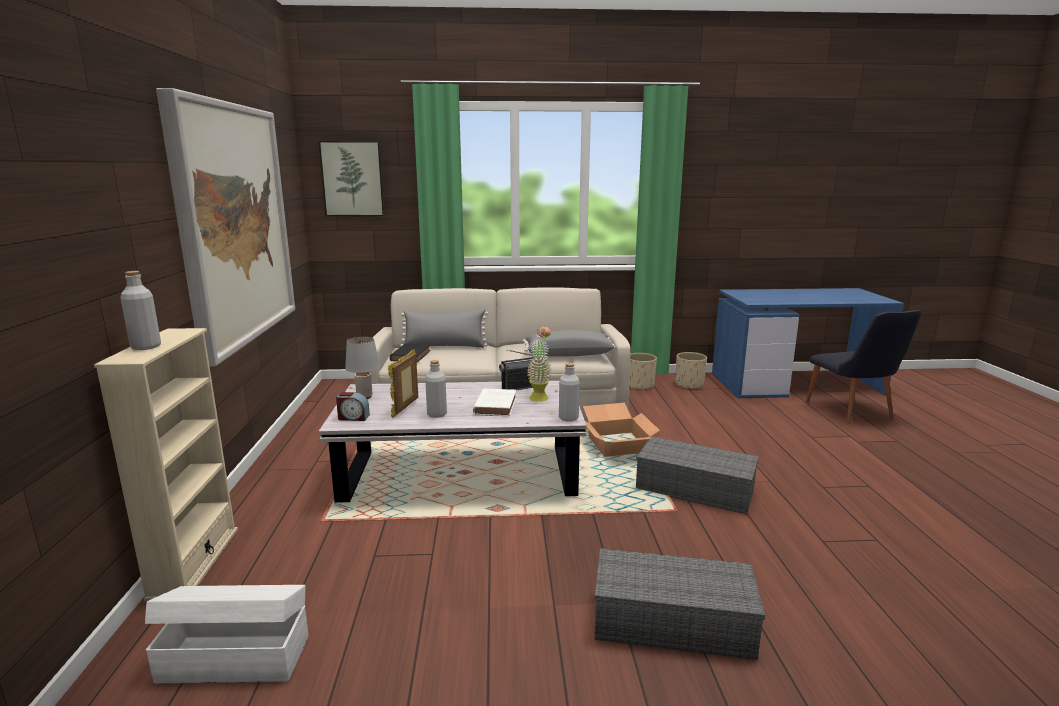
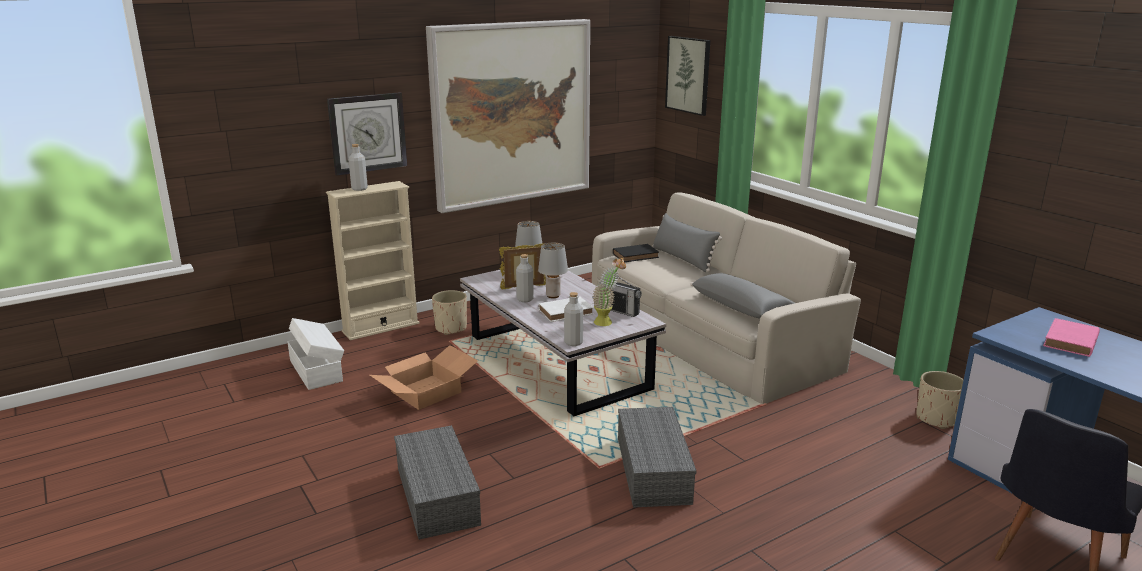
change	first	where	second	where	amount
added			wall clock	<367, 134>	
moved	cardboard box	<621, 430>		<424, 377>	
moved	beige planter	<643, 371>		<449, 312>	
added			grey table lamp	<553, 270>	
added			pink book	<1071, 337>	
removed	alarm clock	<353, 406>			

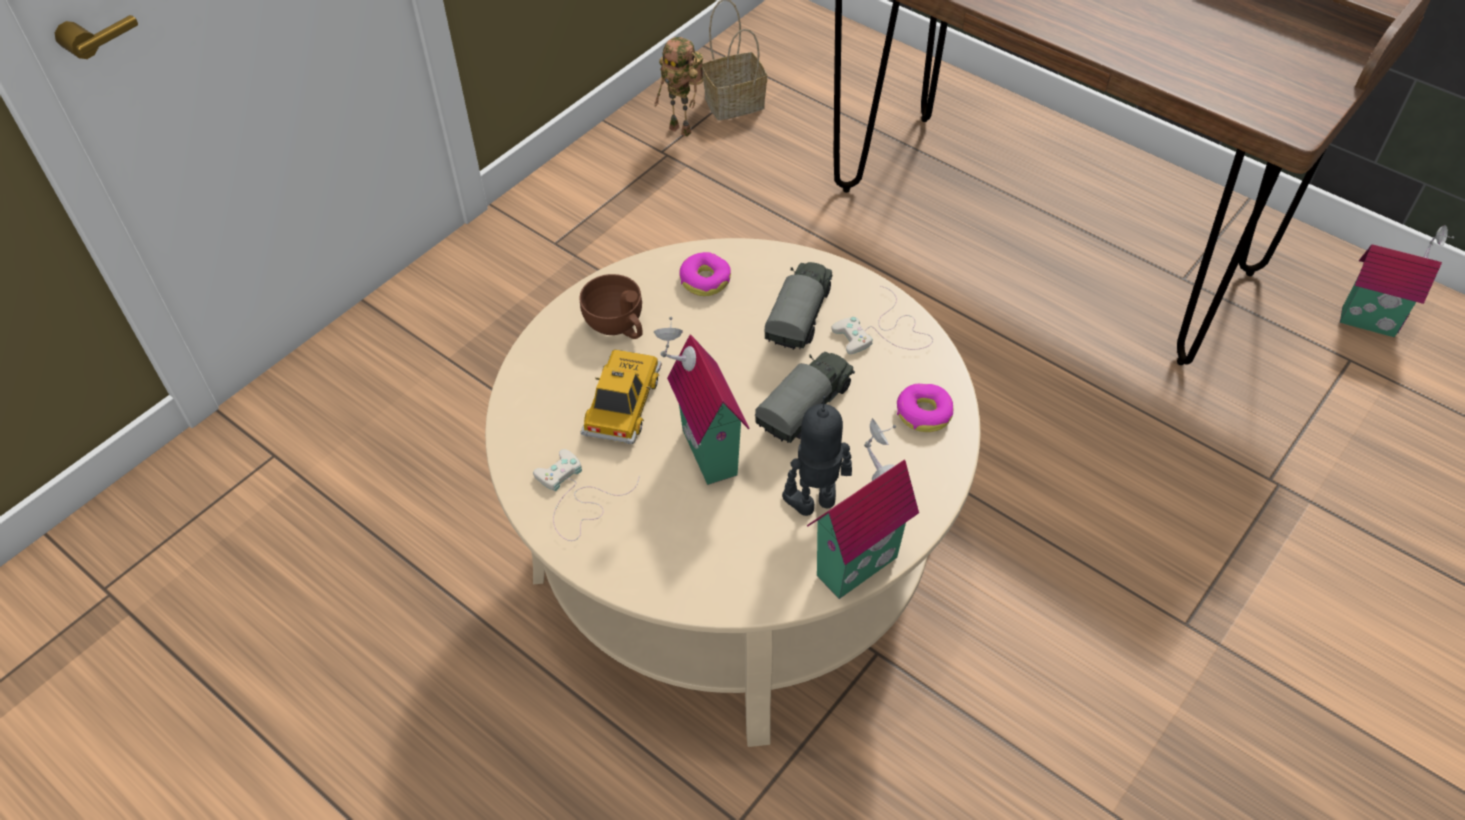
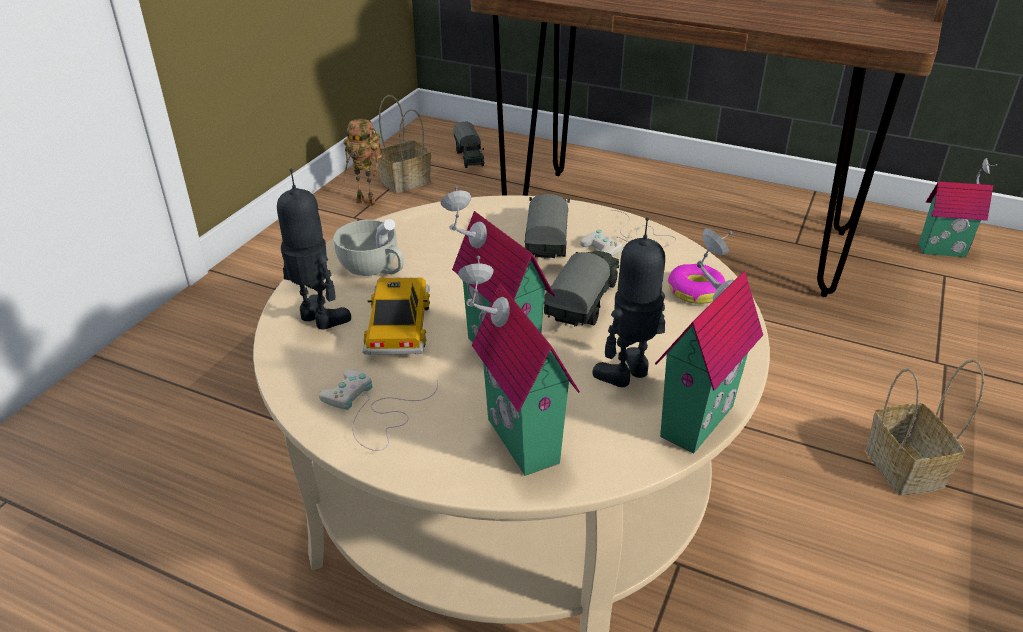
change	first	where	second	where	amount
added			toy robot	<314, 249>	
recoloured	brown cup	<611, 306>	white cup	<369, 247>	
added			toy truck	<468, 145>	
added			toy house	<519, 366>	
added			basket	<925, 427>	
removed	donut	<705, 274>			

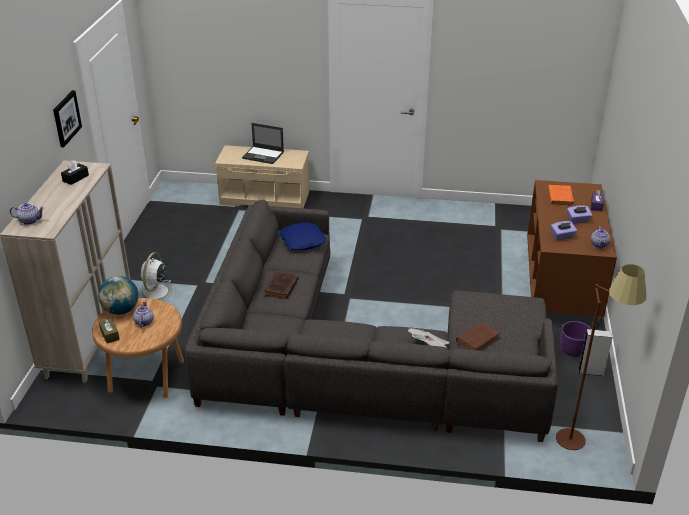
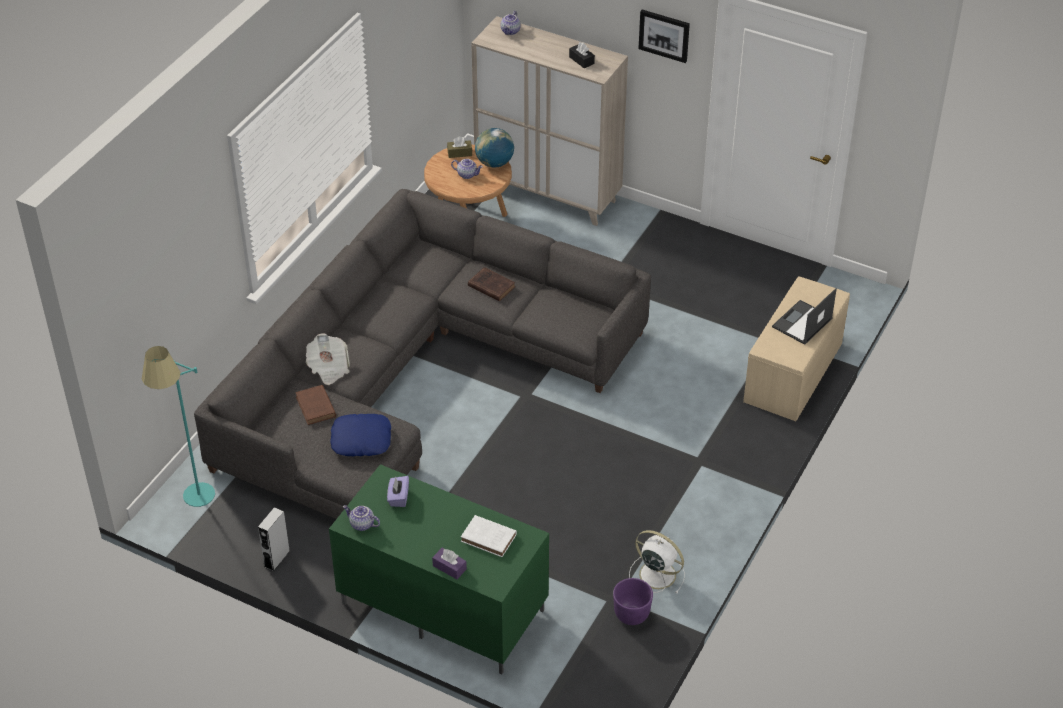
change	first	where	second	where	amount
recoloured	brown floor lamp	<601, 357>	turquoise floor lamp	<178, 426>	
recoloured	brown tv stand	<572, 254>	green tv stand	<439, 569>	
moved	blue pillow	<302, 236>		<360, 435>	
recoloured	orange book	<561, 195>	white book	<489, 536>	
moved	purple planter	<576, 339>		<633, 601>	
moved	white fan	<156, 277>		<657, 562>	
removed	purple tissue box	<580, 214>			

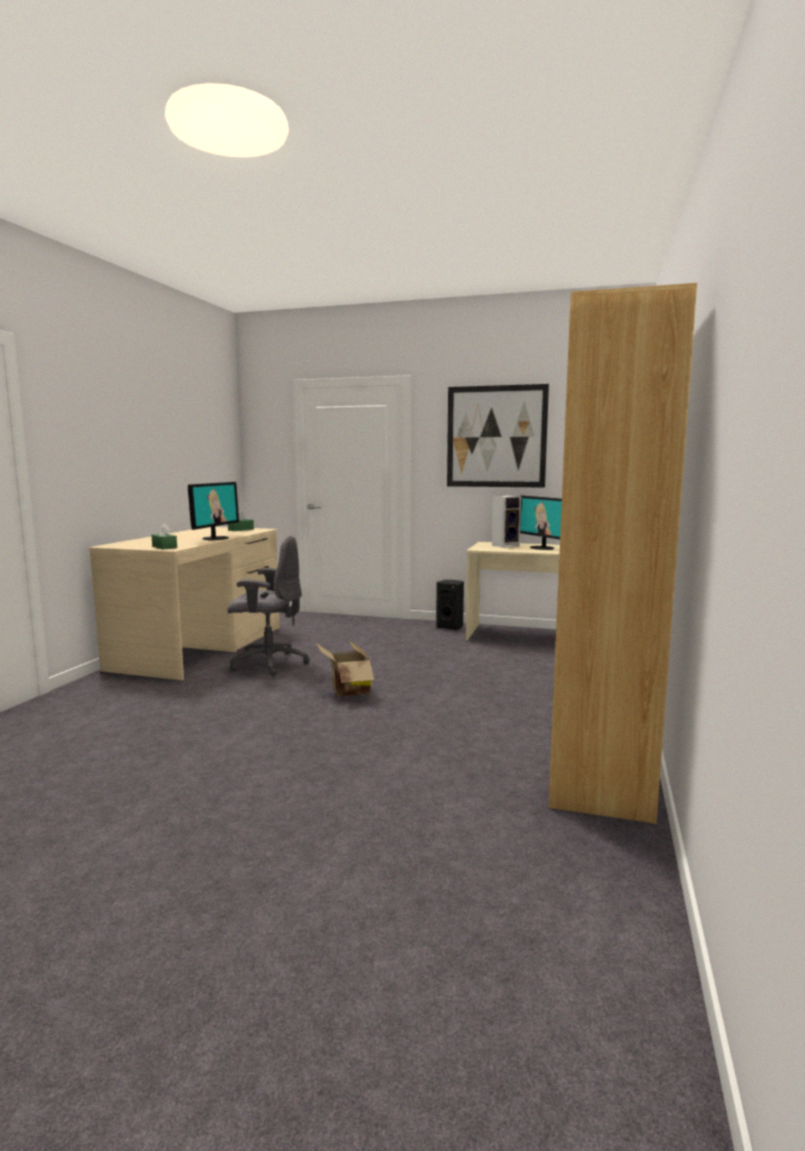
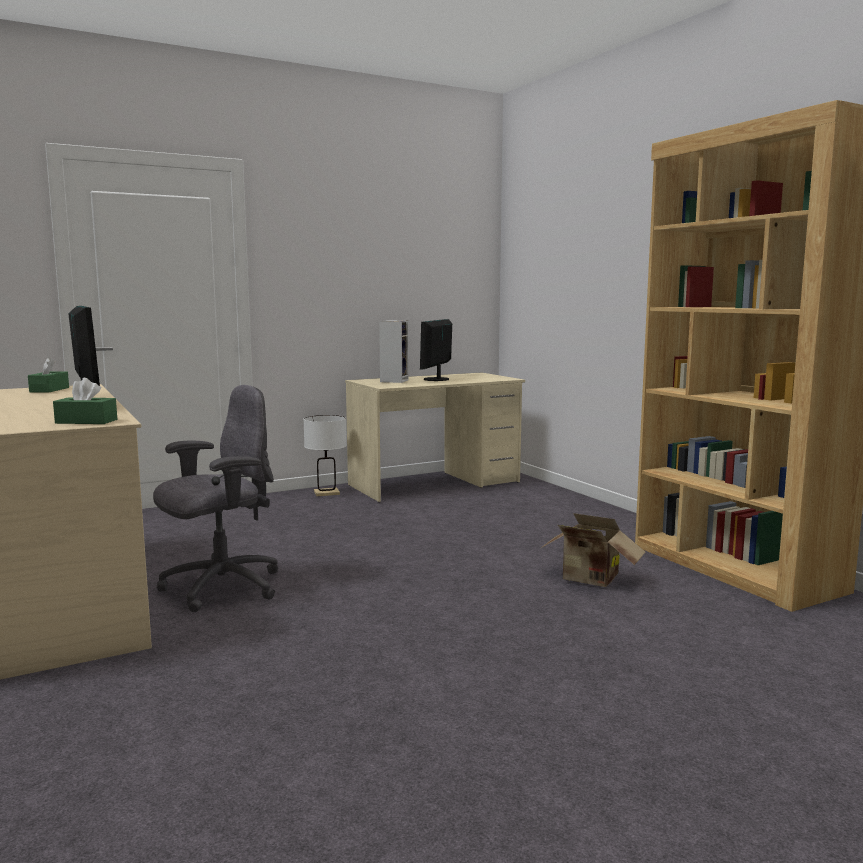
change	first	where	second	where	amount
replaced	black speaker	<450, 605>	white table lamp	<325, 455>	
turned	monitor	<541, 522>		<436, 350>	90 degrees clockwise
moved	cardboard box	<345, 668>		<593, 550>	
removed	picture	<498, 436>			

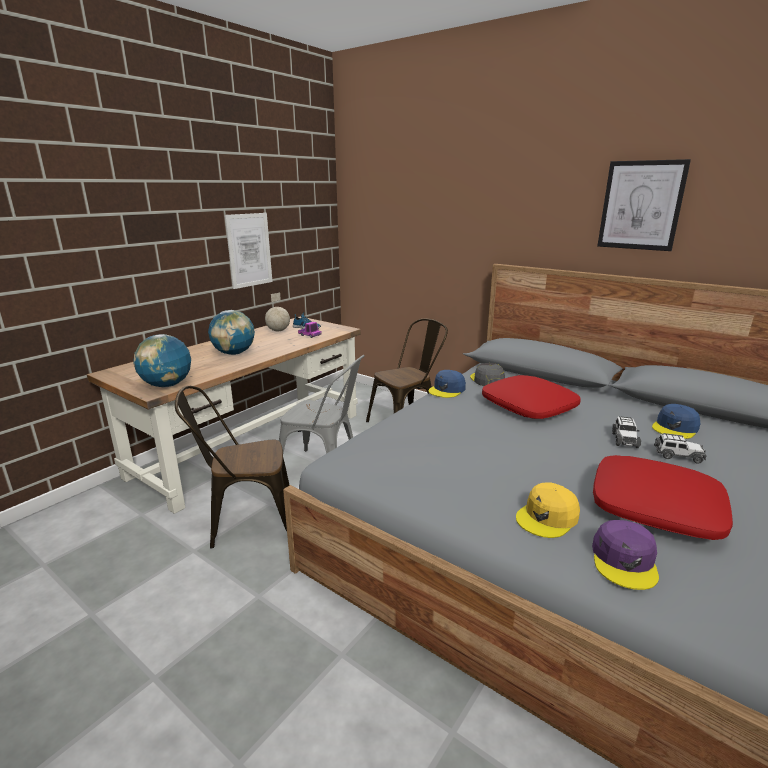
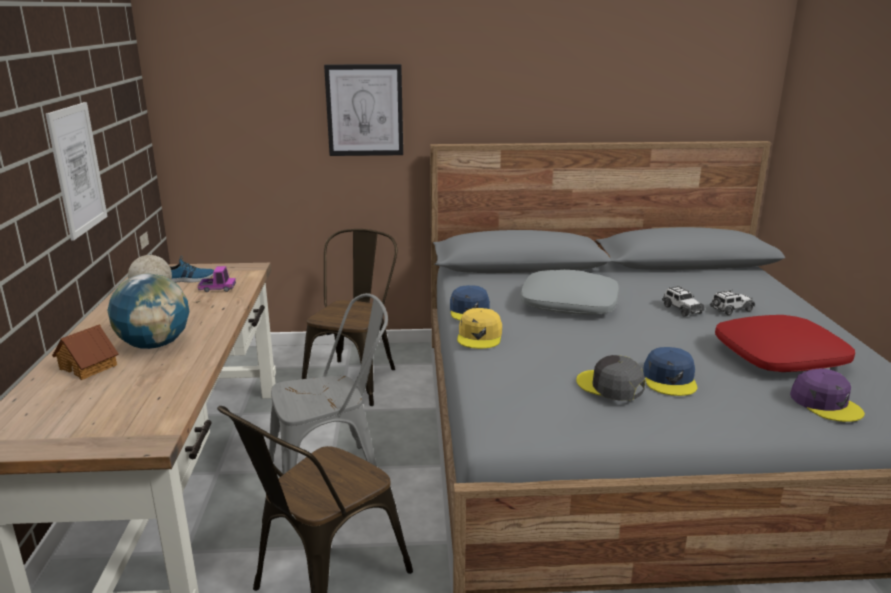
change	first	where	second	where	amount
added			toy house	<85, 352>	
moved	picture	<644, 205>		<363, 110>	
moved	yellow cap	<548, 510>		<479, 328>	
recoloured	red pillow	<531, 397>	grey pillow	<569, 292>	
moved	grey cap	<487, 374>		<610, 378>	
moved	blue cap	<676, 421>		<670, 371>	
removed	globe	<162, 360>			

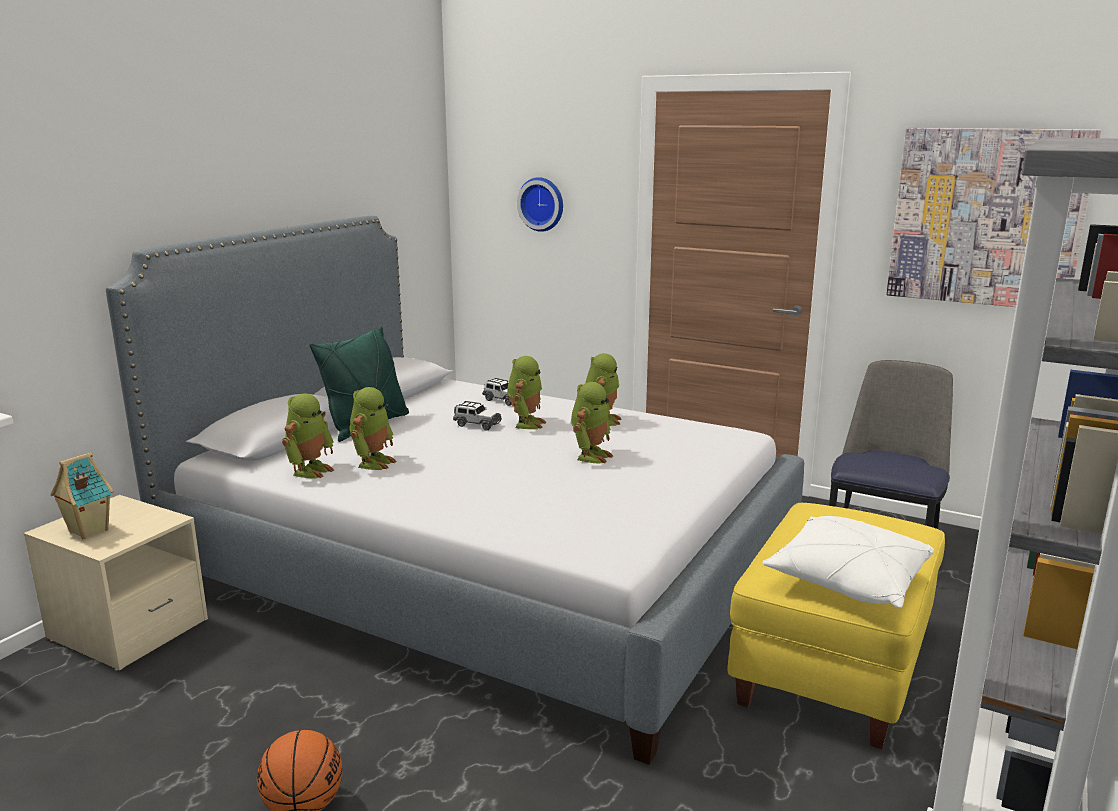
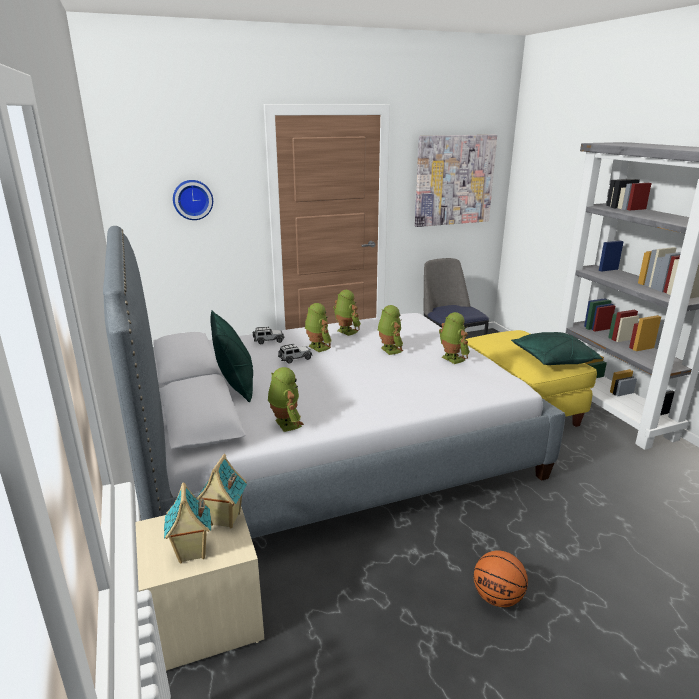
change	first	where	second	where	amount
added			toy house	<222, 491>	
moved	toy robot	<373, 428>		<454, 338>	
recoloured	white pillow	<848, 562>	green pillow	<556, 348>	

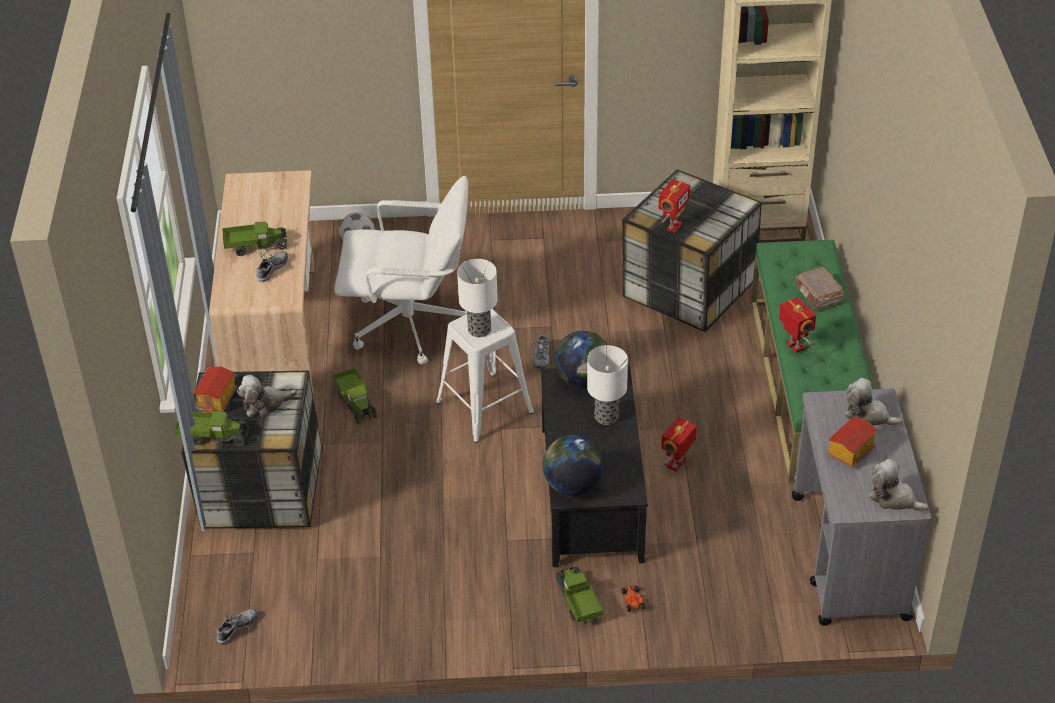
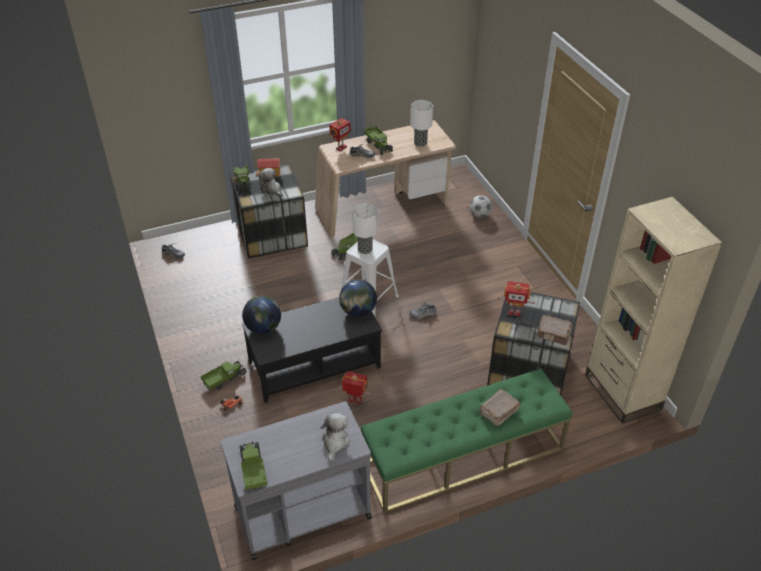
change	first	where	second	where	amount
replaced	plush toy	<899, 485>	toy truck	<254, 466>	
moved	toy robot	<797, 325>		<340, 134>	
moved	table lamp	<607, 385>		<421, 123>	
added			brown book	<554, 330>	
removed	white office chair	<401, 270>			
removed	toy house	<852, 442>			

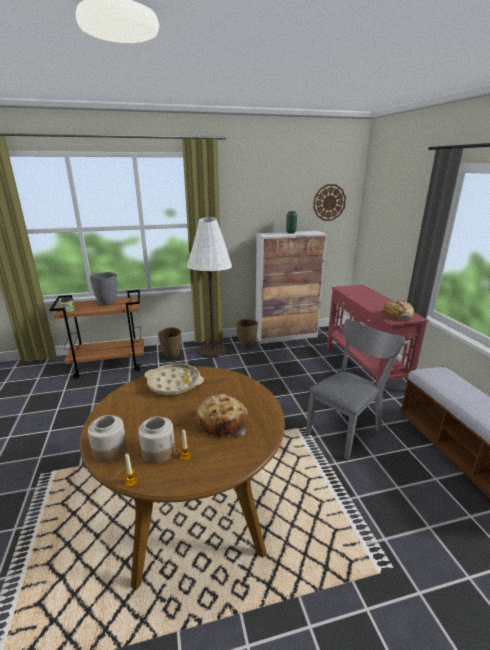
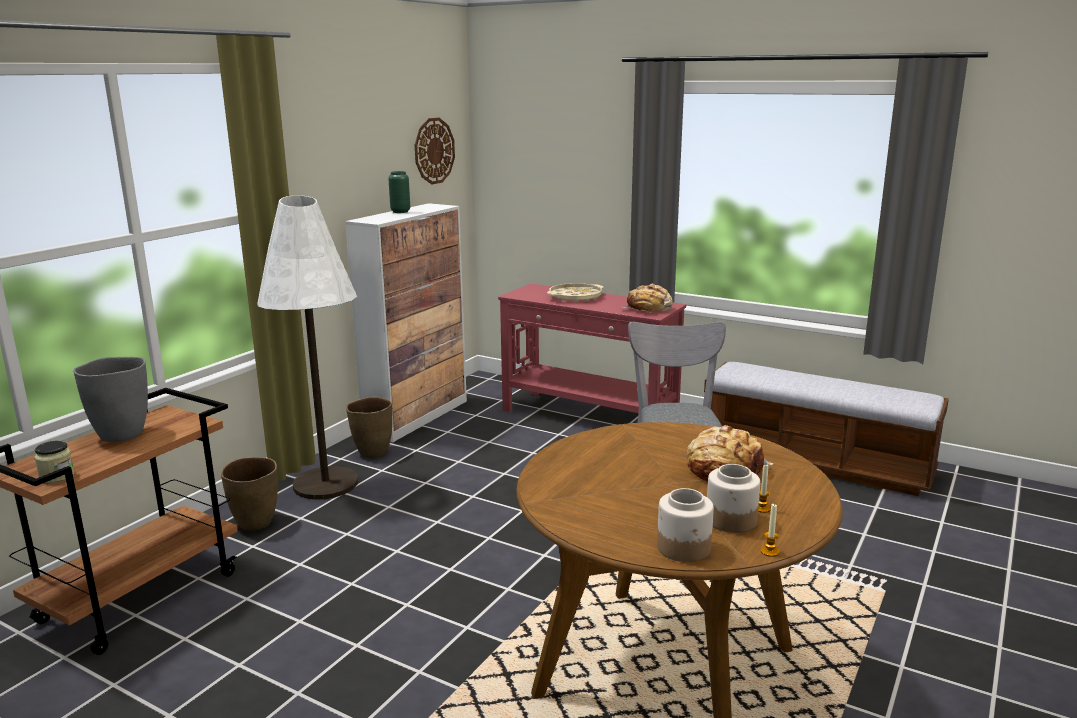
change	first	where	second	where	amount
moved	beige tray	<174, 379>		<575, 292>	

